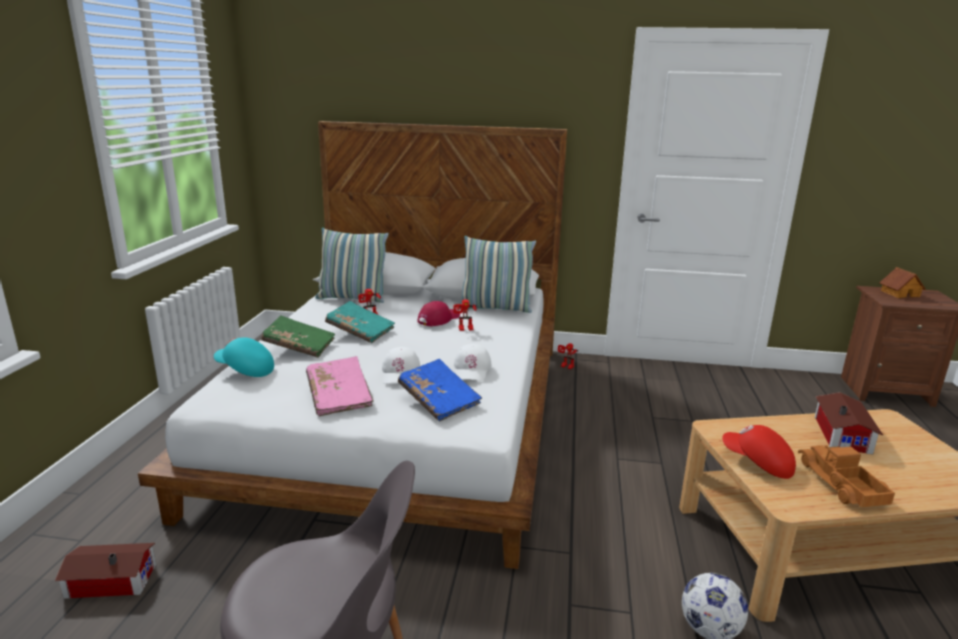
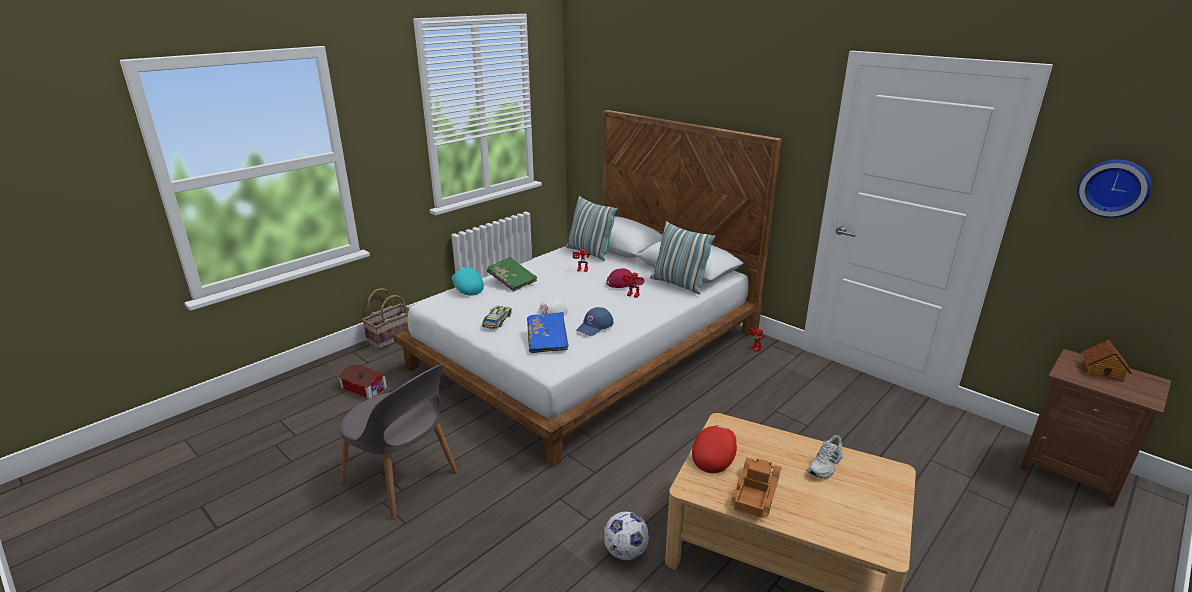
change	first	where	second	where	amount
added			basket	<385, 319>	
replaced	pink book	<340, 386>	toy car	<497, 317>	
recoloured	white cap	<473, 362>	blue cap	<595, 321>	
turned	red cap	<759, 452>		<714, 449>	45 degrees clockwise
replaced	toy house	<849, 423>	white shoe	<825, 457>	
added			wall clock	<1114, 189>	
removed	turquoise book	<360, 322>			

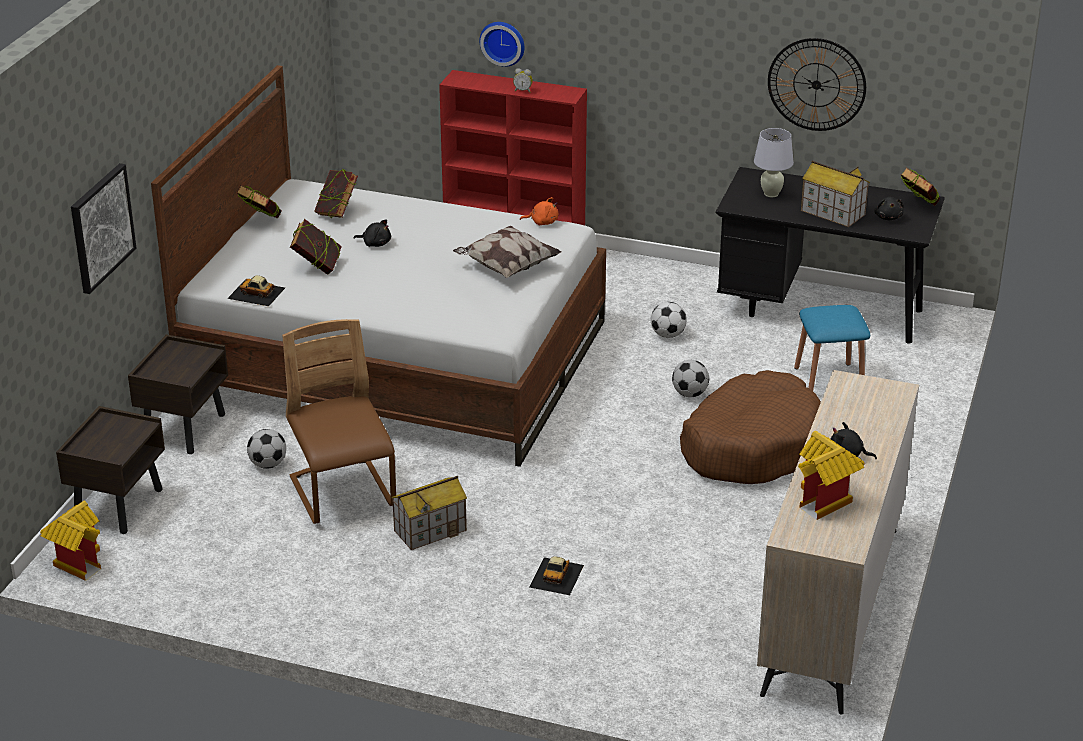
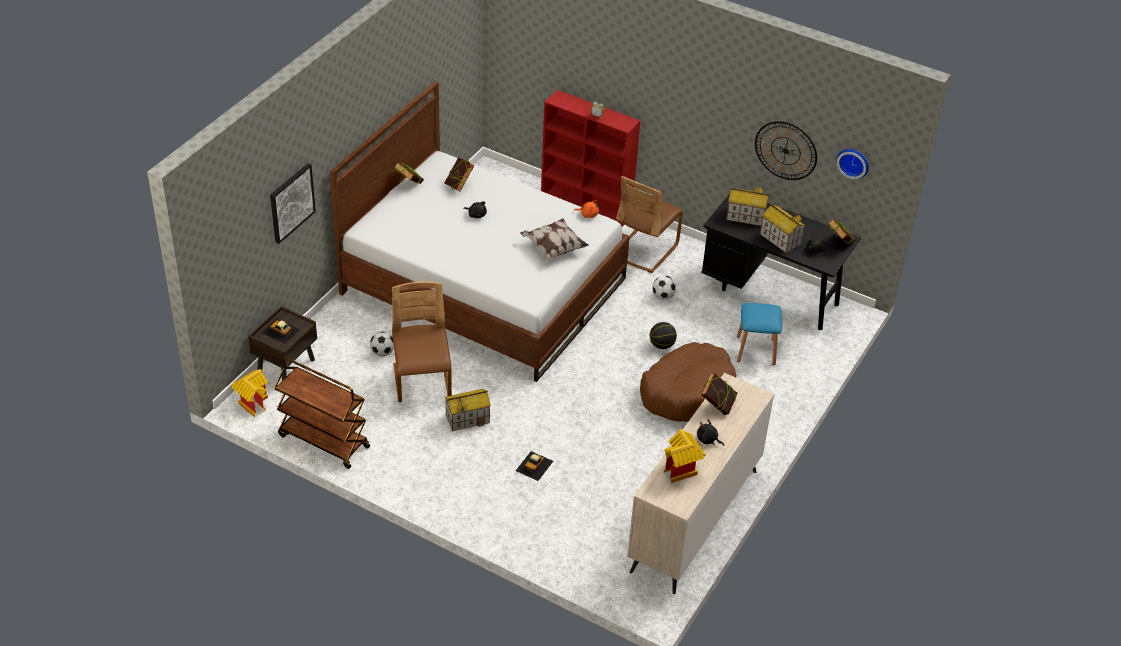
change	first	where	second	where	amount
moved	toy car	<256, 290>		<280, 331>	
added			brown cart	<322, 413>	
added			brown chair	<649, 224>	
replaced	football	<690, 378>	basketball	<663, 335>	
moved	book	<316, 247>		<719, 394>	
replaced	white table lamp	<774, 162>	toy house	<747, 205>	
moved	wall clock	<502, 44>		<852, 164>	
removed	brown nightstand	<178, 394>			

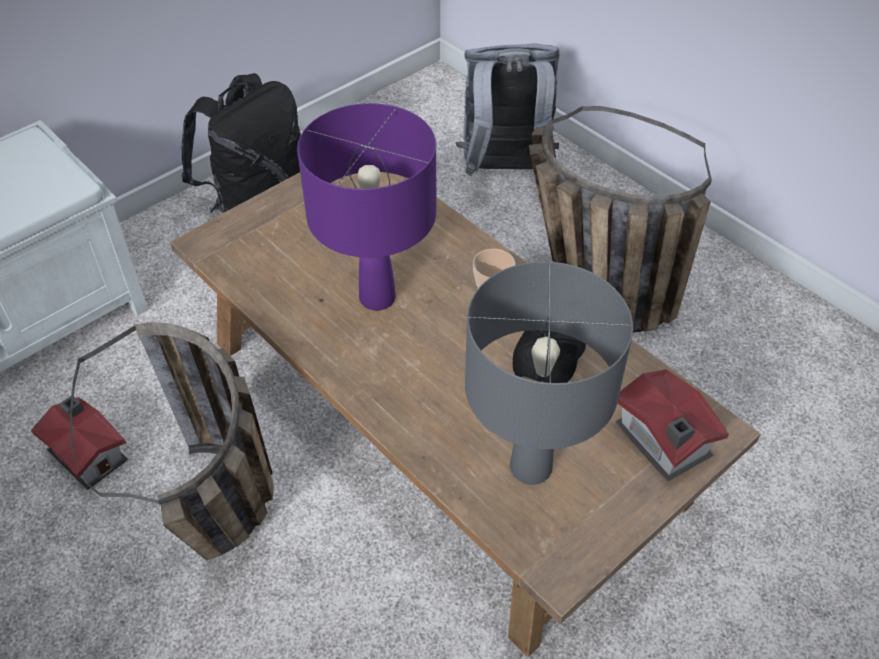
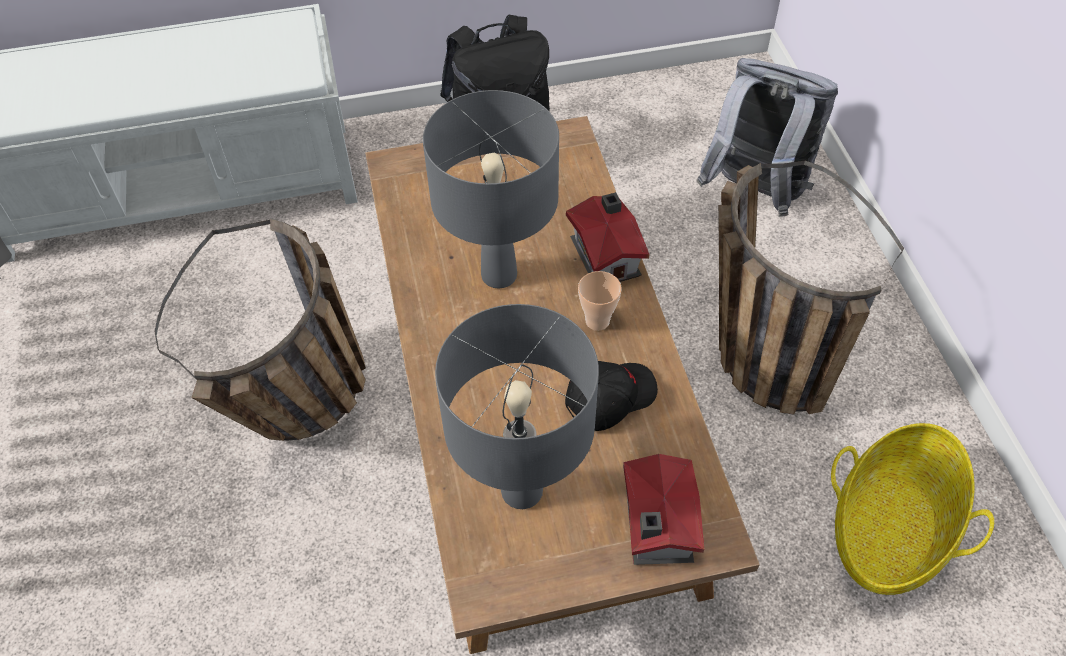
change	first	where	second	where	amount
recoloured	purple table lamp	<366, 207>	grey table lamp	<491, 189>	
moved	toy house	<79, 443>		<607, 237>	
added			basket	<912, 509>	

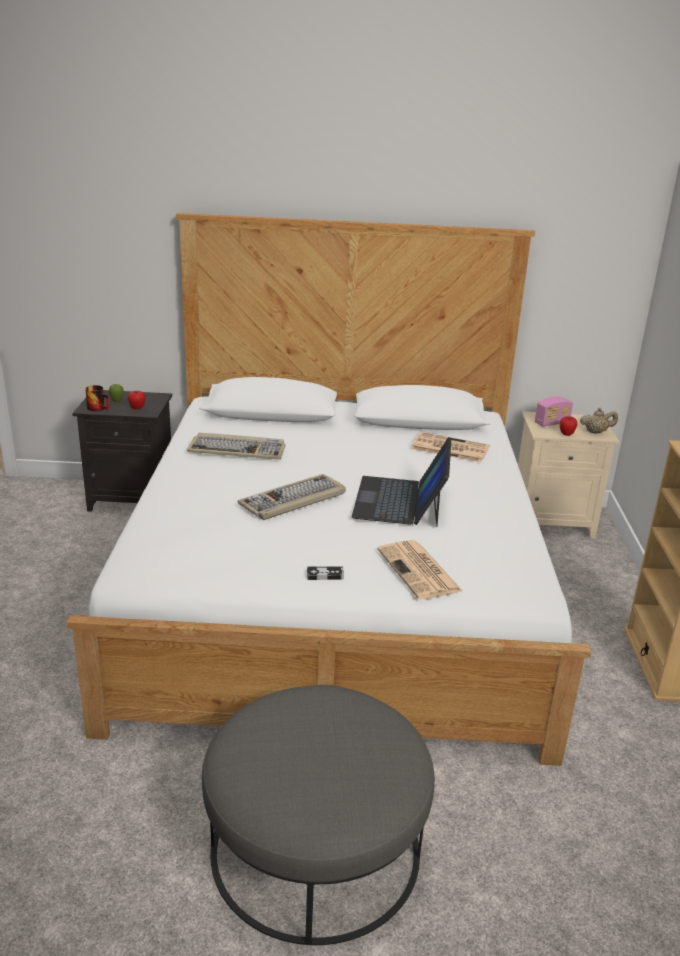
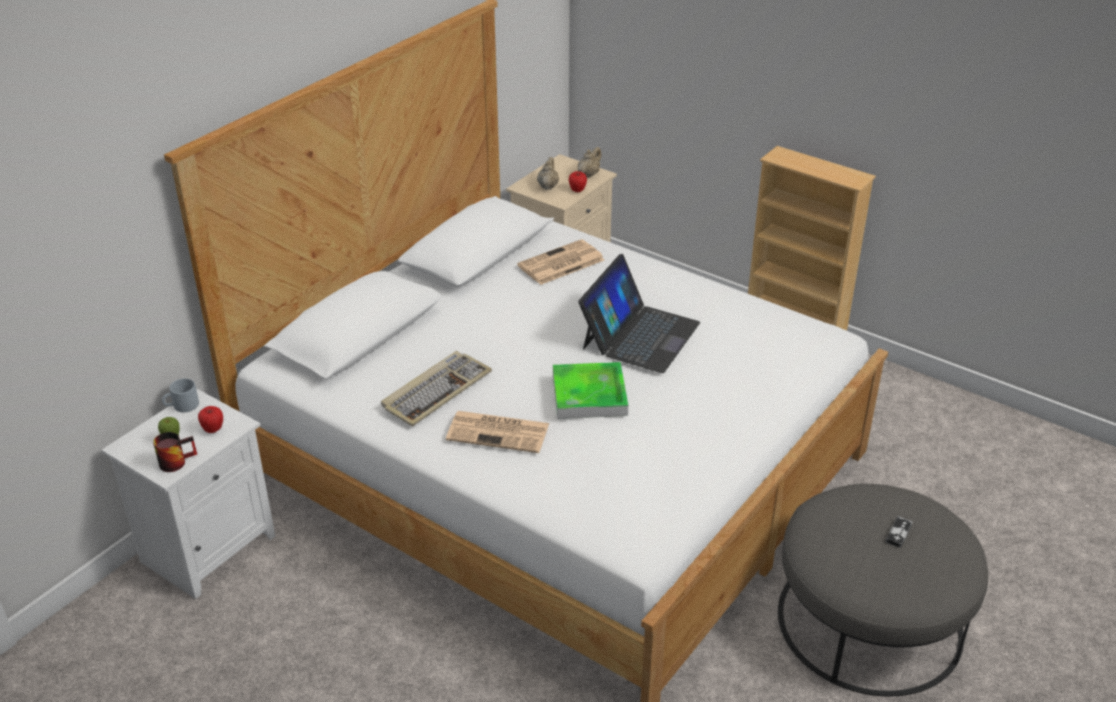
change	first	where	second	where	amount
recoloured	black nightstand	<122, 451>	white nightstand	<188, 493>	
added			grey mug	<180, 395>	
moved	newspaper	<419, 570>		<497, 432>	
replaced	radio	<554, 411>	beige teapot	<548, 173>	
replaced	keyboard	<292, 497>	tray	<590, 390>	
turned	laptop	<401, 482>		<639, 313>	105 degrees counterclockwise
moved	game controller	<325, 573>		<898, 532>	

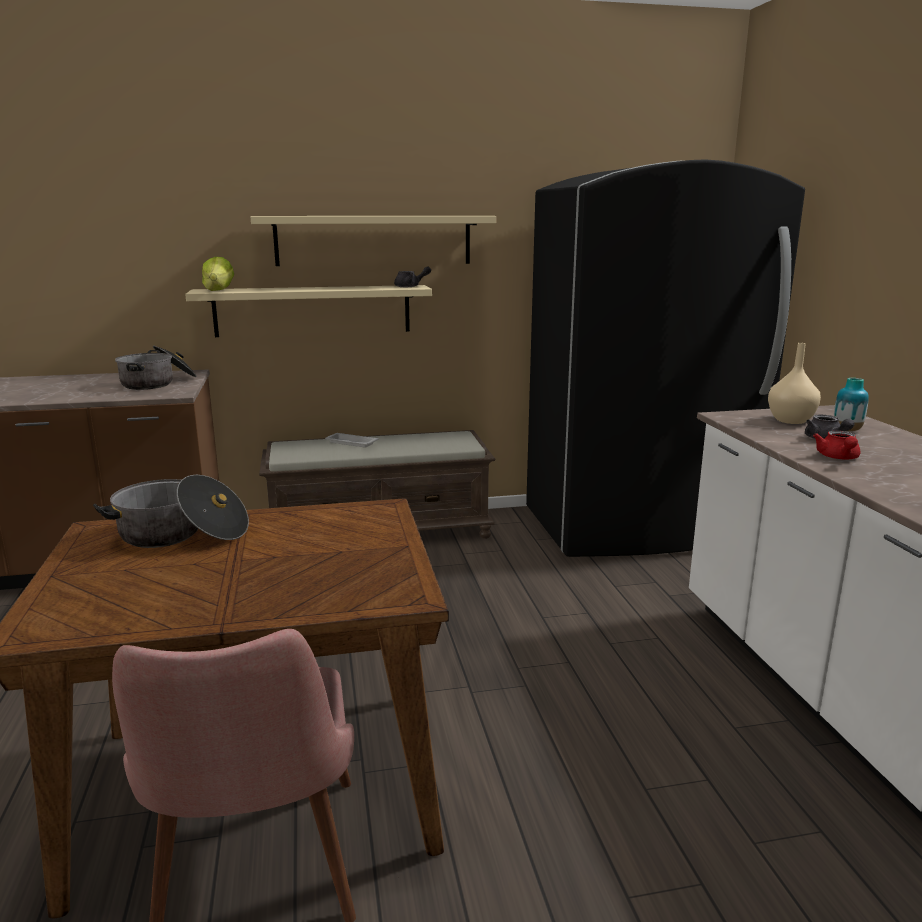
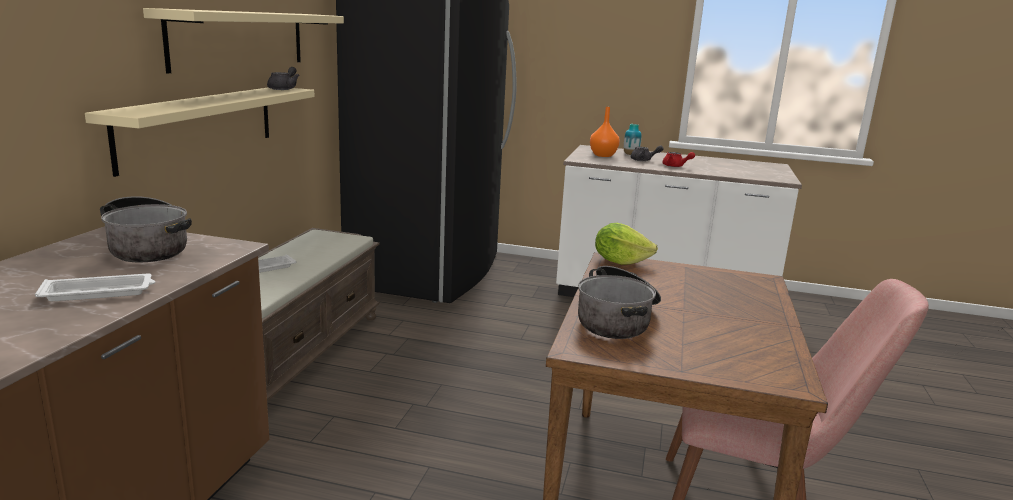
change	first	where	second	where	amount
added			white tray	<95, 288>	
recoloured	beige vase	<794, 383>	orange vase	<605, 132>	
moved	lettuce	<218, 274>		<626, 244>	

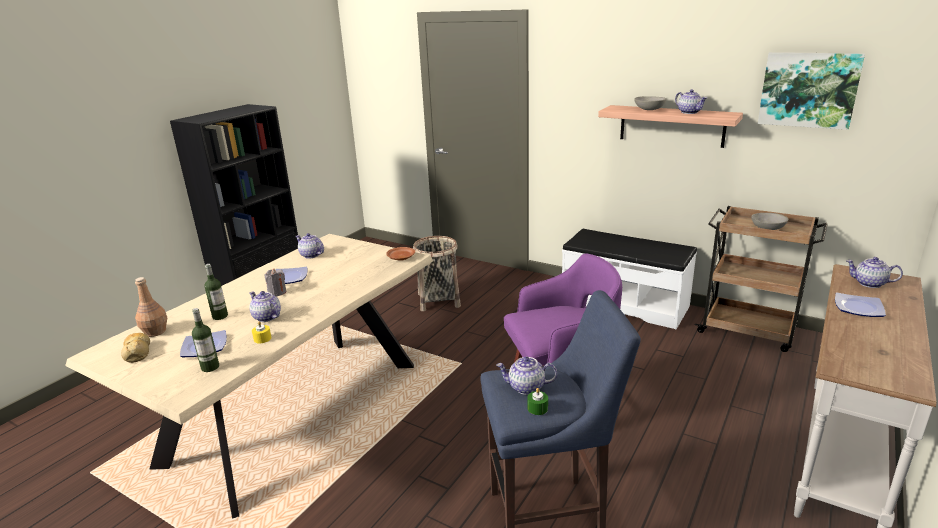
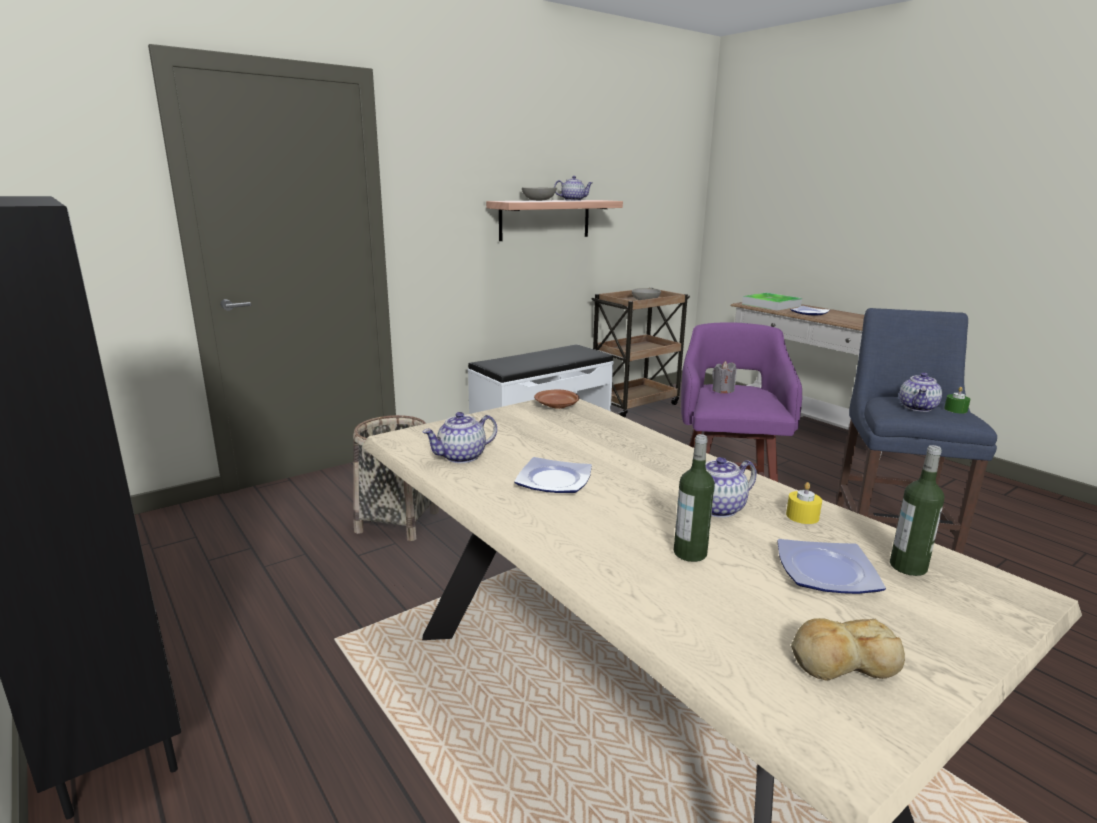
change	first	where	second	where	amount
moved	grey candle	<275, 283>		<724, 377>	
replaced	teapot	<874, 272>	tray	<772, 302>	
removed	brown bottle	<151, 307>			
removed	picture	<811, 91>			

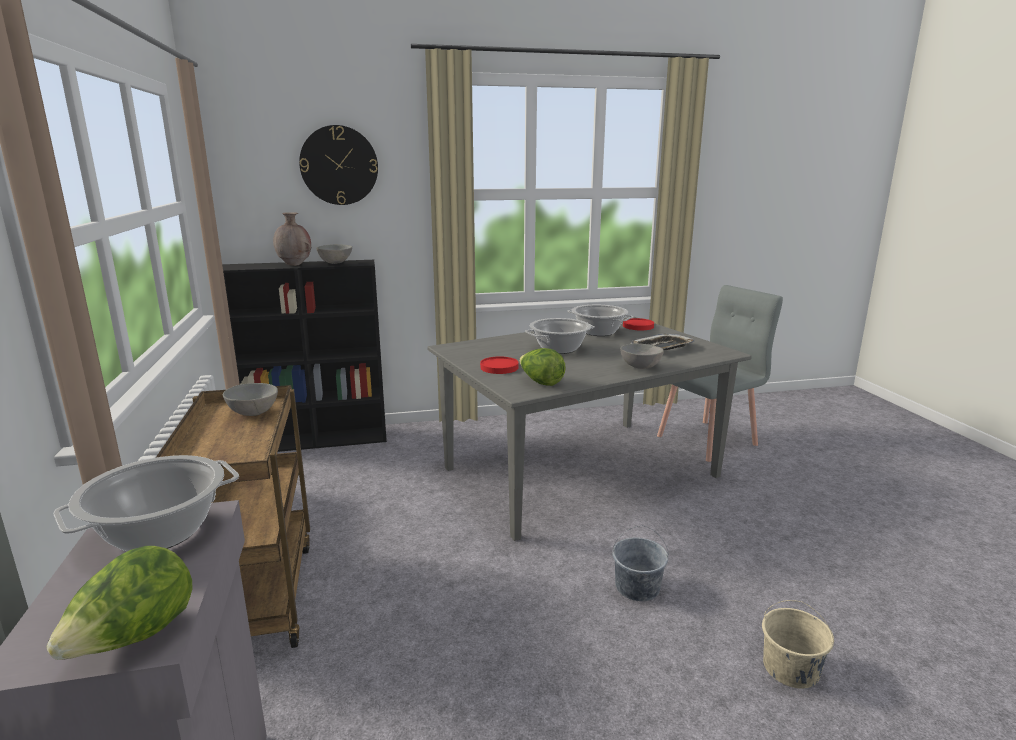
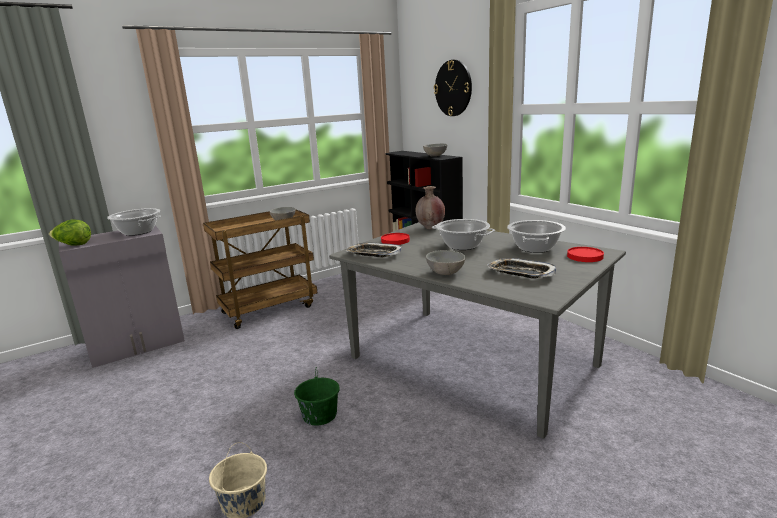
change	first	where	second	where	amount
recoloured	grey bucket	<640, 563>	green bucket	<317, 396>	
replaced	lettuce	<542, 367>	tray	<374, 250>	
moved	brown vase	<292, 239>		<430, 207>	
removed	grey chair	<720, 373>			

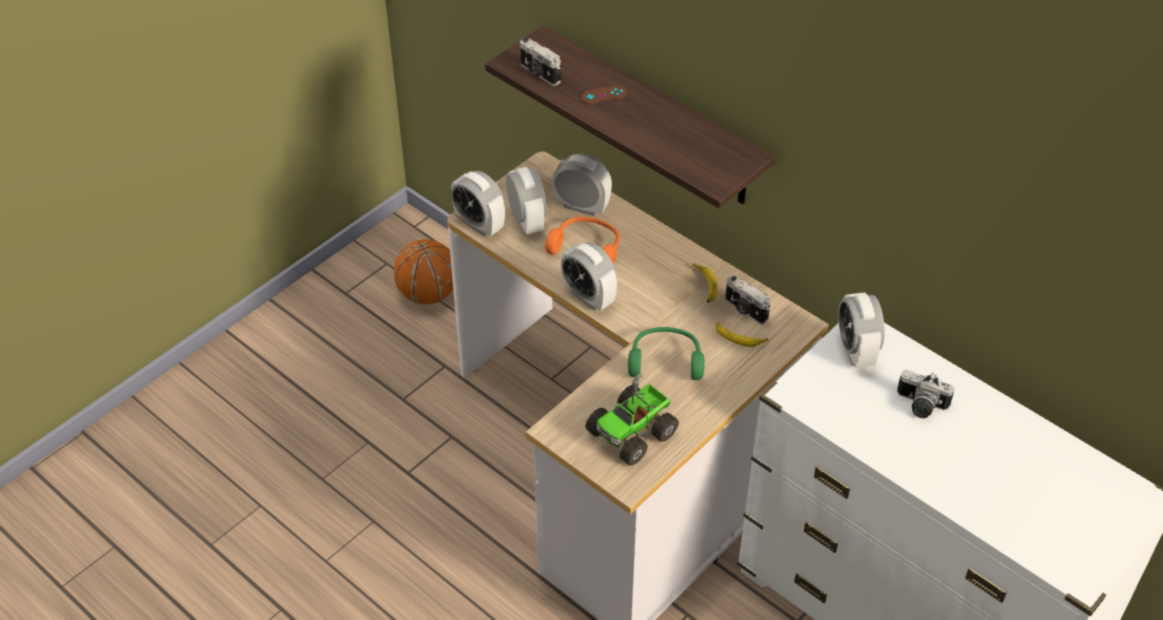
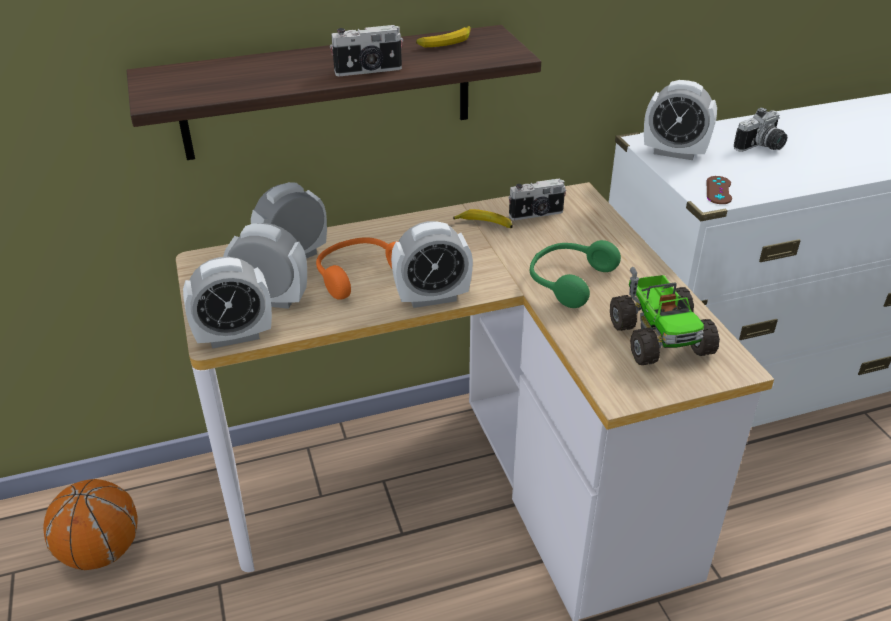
change	first	where	second	where	amount
moved	photo camera	<540, 61>		<366, 50>	
moved	banana	<741, 334>		<443, 36>	
moved	brown game controller	<604, 95>		<719, 190>	

